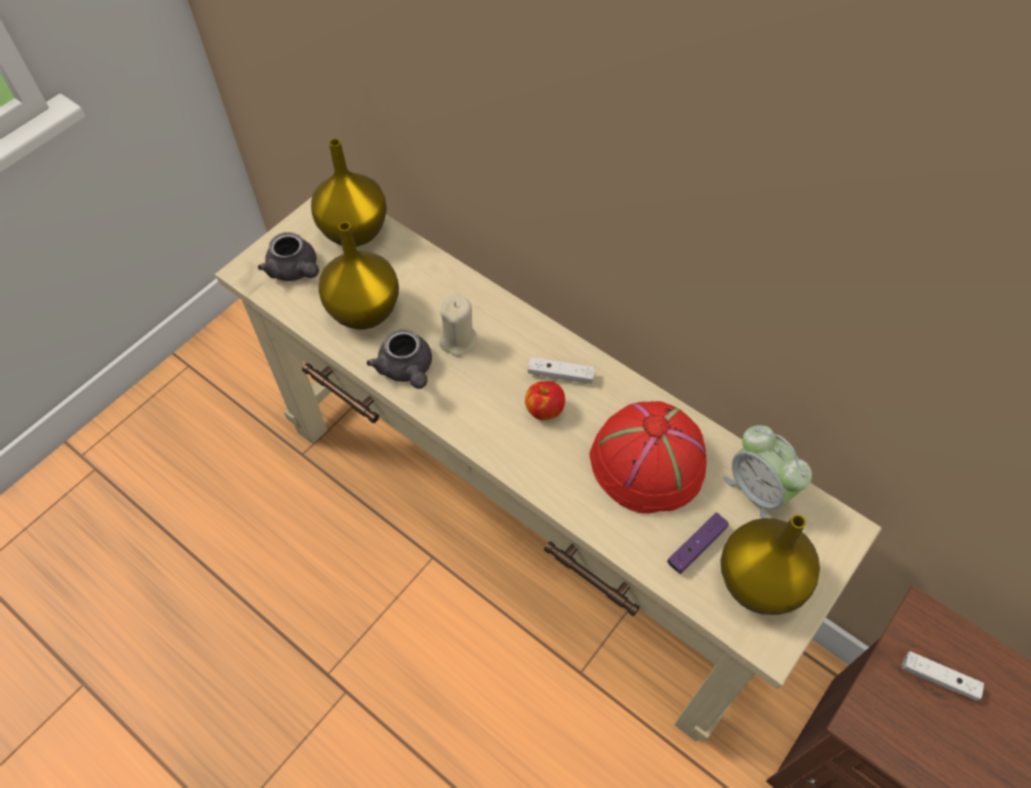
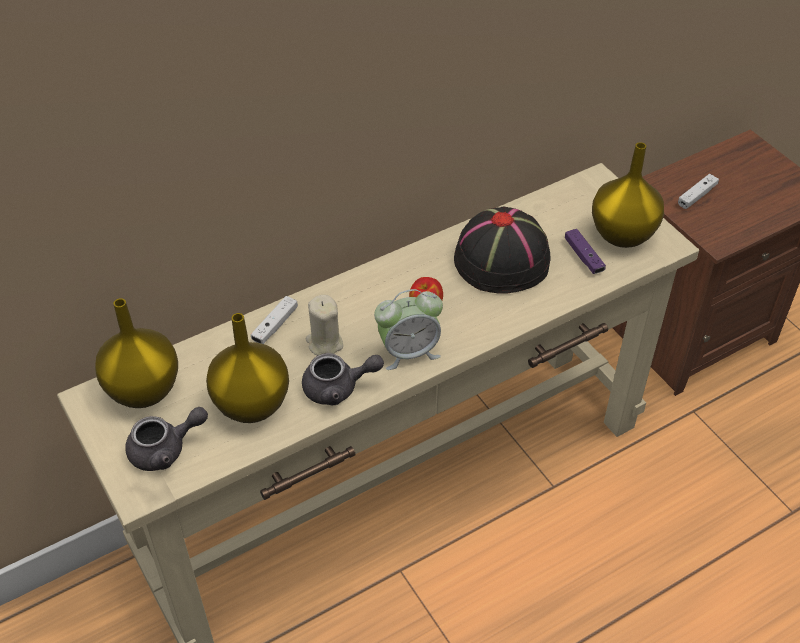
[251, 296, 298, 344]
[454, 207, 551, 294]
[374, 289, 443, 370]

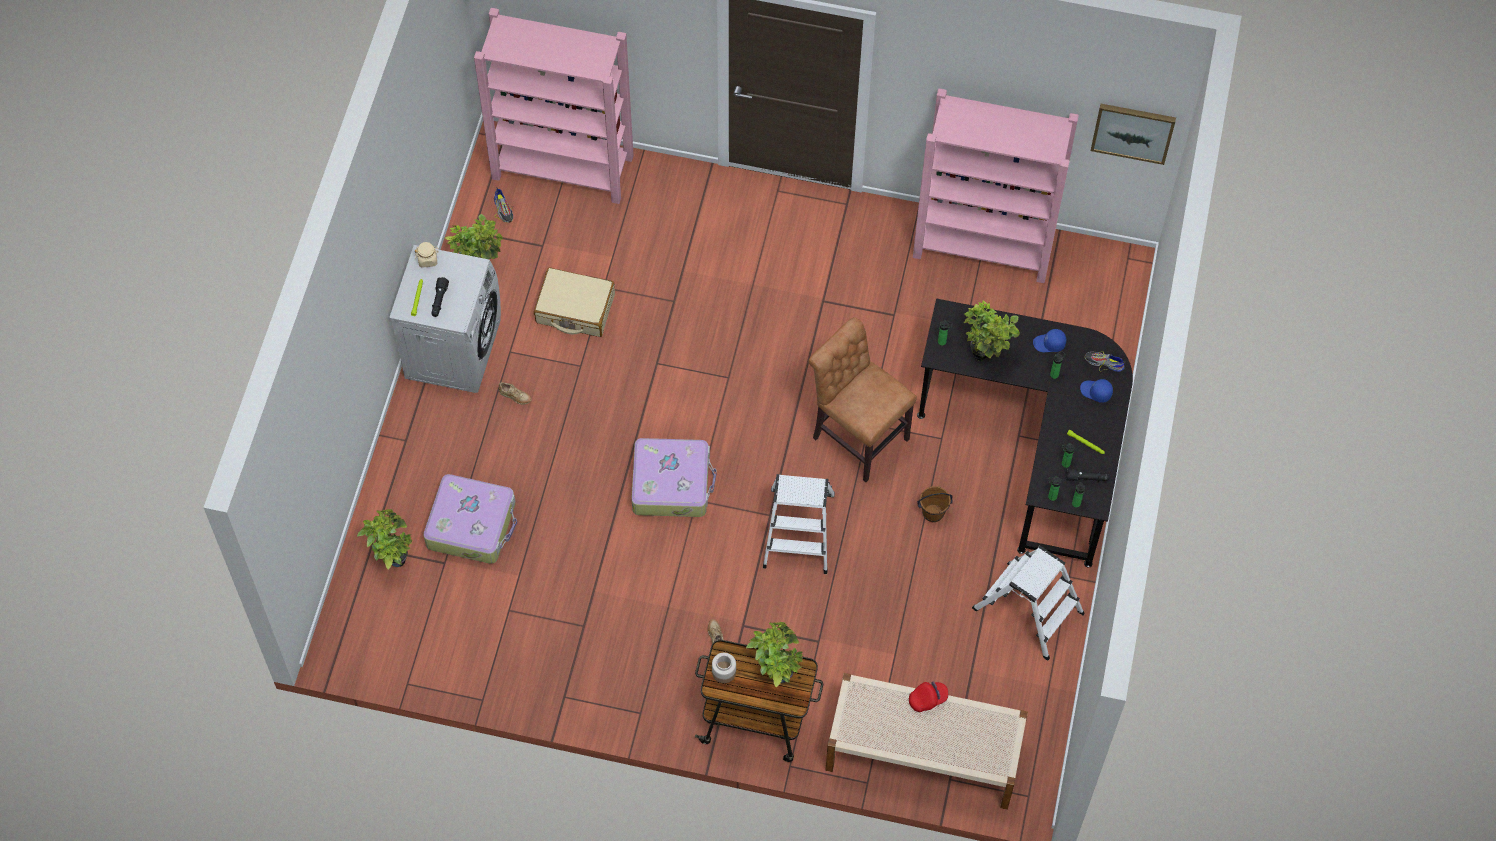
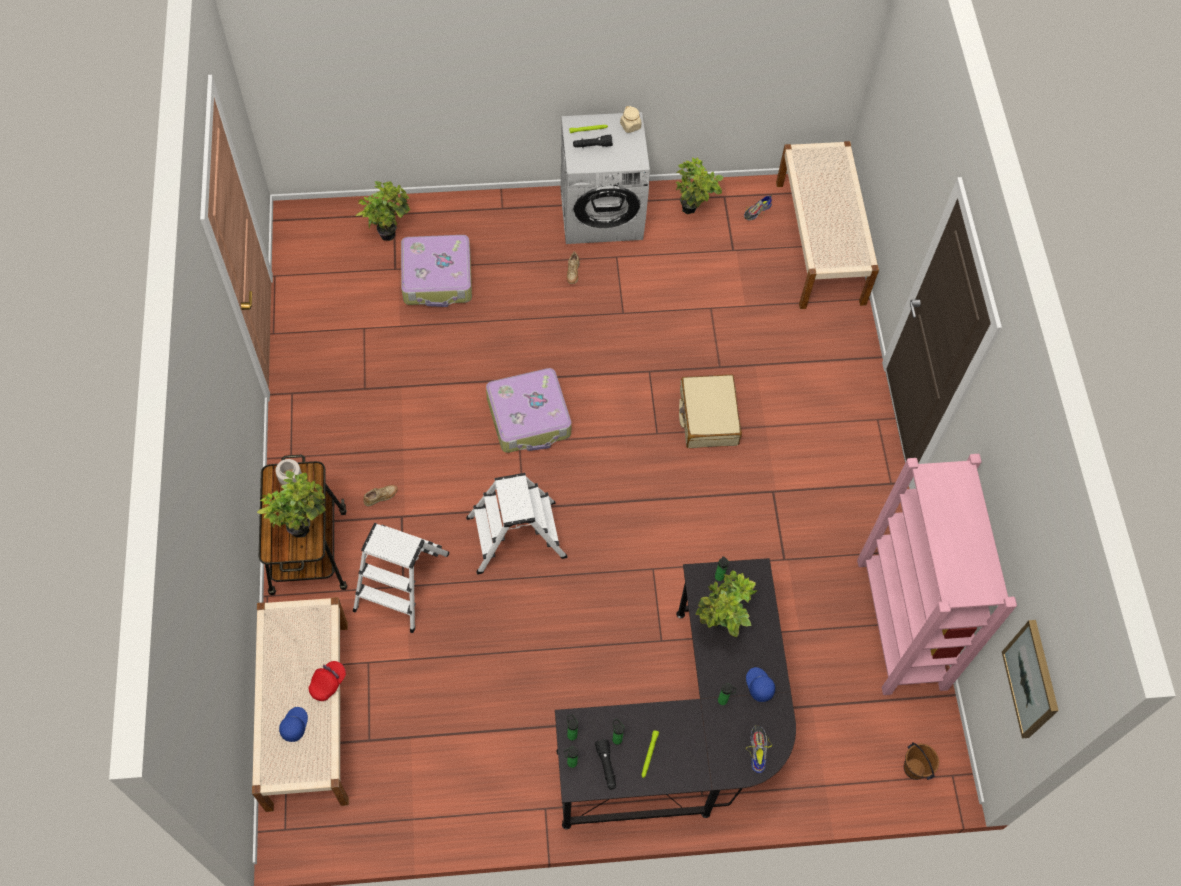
[776, 141, 879, 309]
[679, 374, 742, 448]
[808, 317, 917, 482] (first image)
[279, 707, 308, 742]
[904, 742, 939, 780]
[353, 523, 450, 633]
[309, 661, 346, 701]

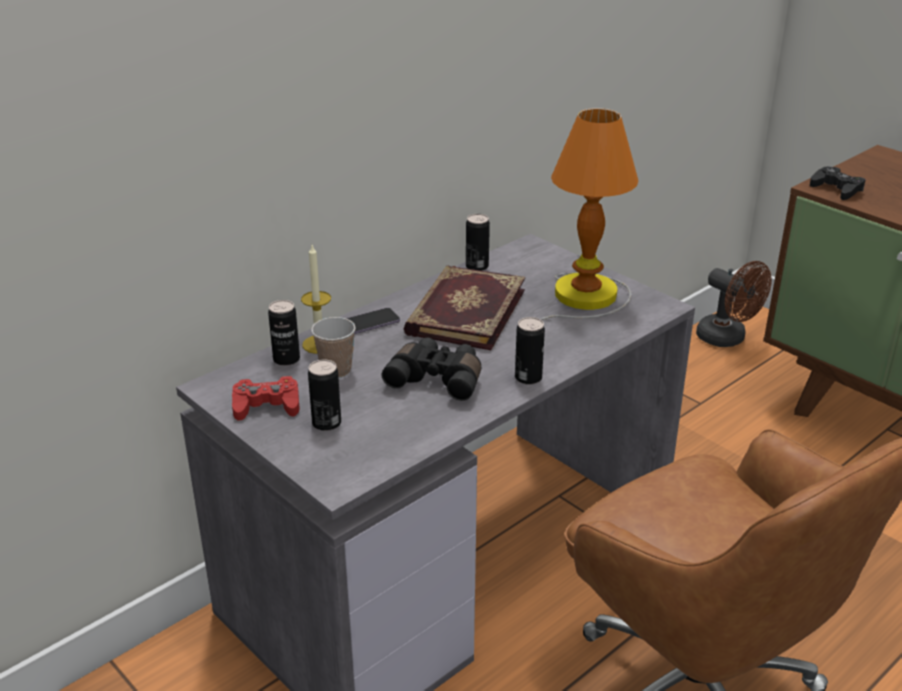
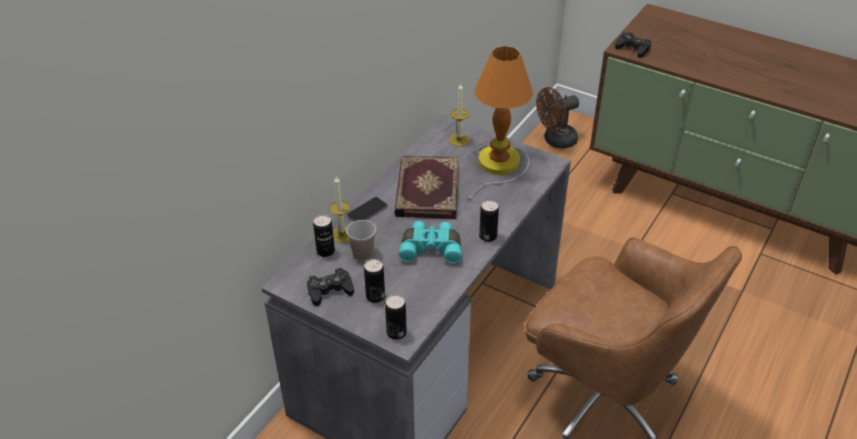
[385, 294, 407, 340]
[536, 87, 579, 149]
[399, 221, 462, 263]
[307, 268, 354, 306]
[449, 84, 470, 147]

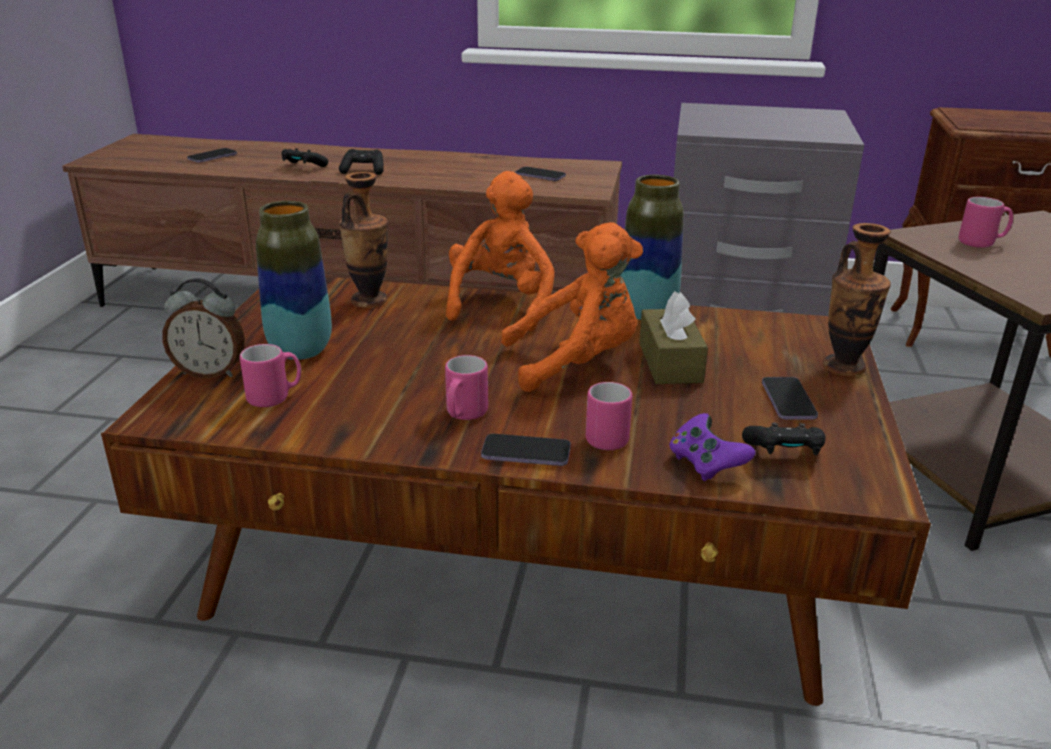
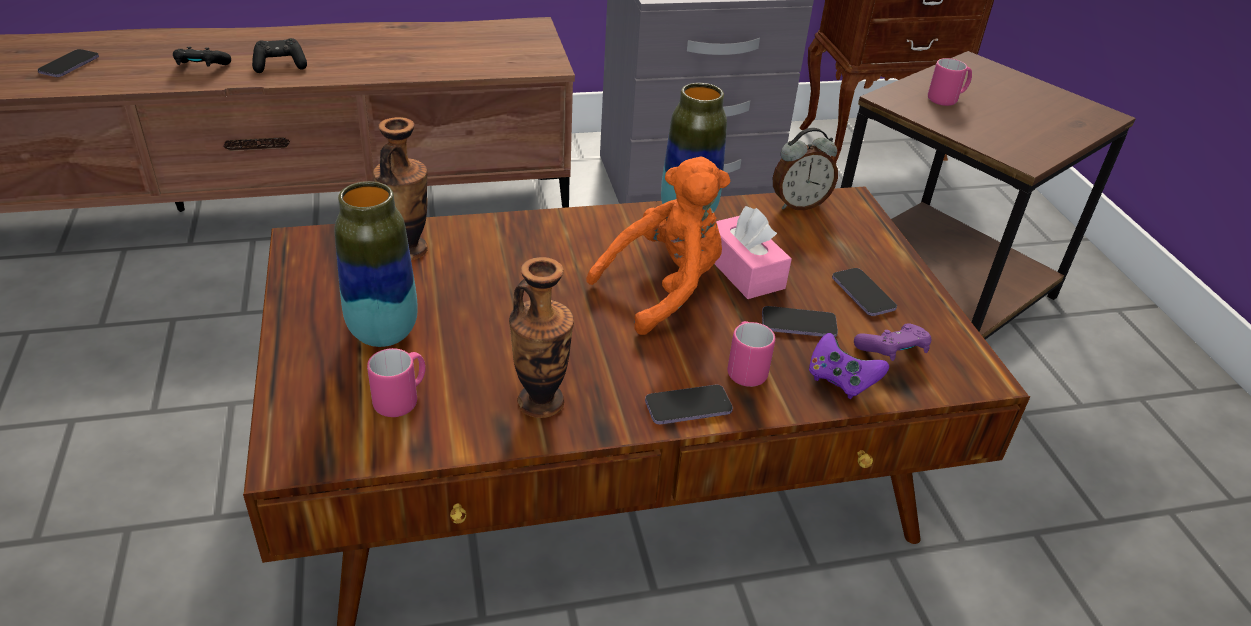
[762, 306, 838, 337]
[446, 171, 555, 331] (first image)
[509, 257, 574, 418]
[773, 128, 838, 210]
[714, 206, 792, 299]
[445, 355, 488, 420] (first image)
[854, 323, 931, 361]

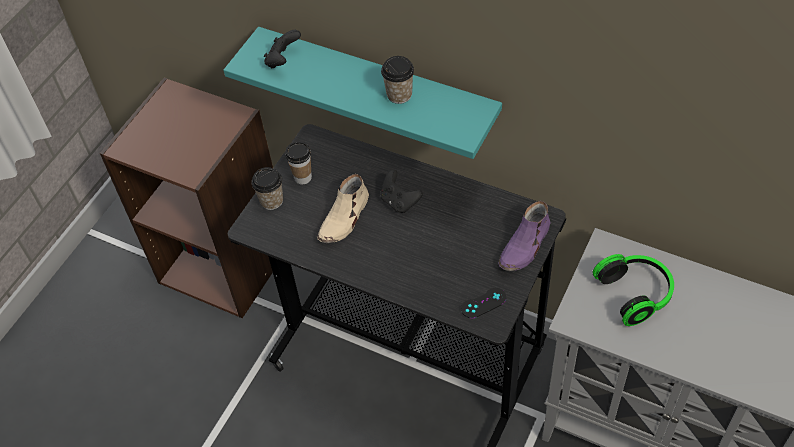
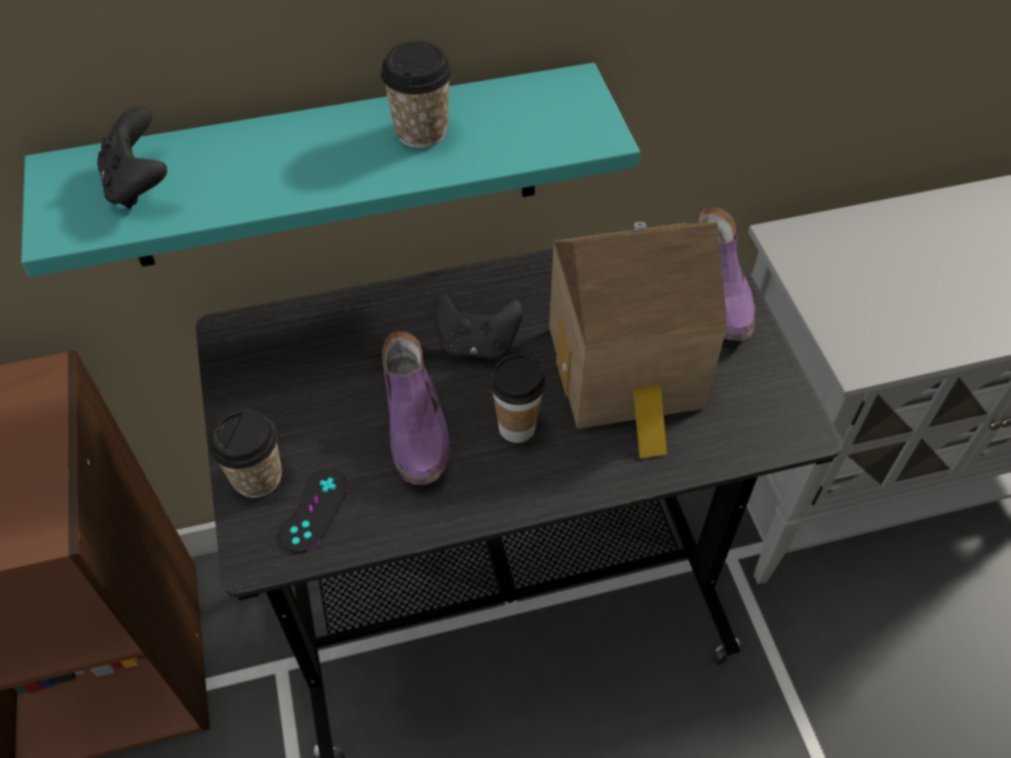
[490, 353, 546, 443]
[382, 331, 450, 485]
[592, 254, 674, 326] (first image)
[279, 469, 349, 553]
[549, 222, 728, 459]

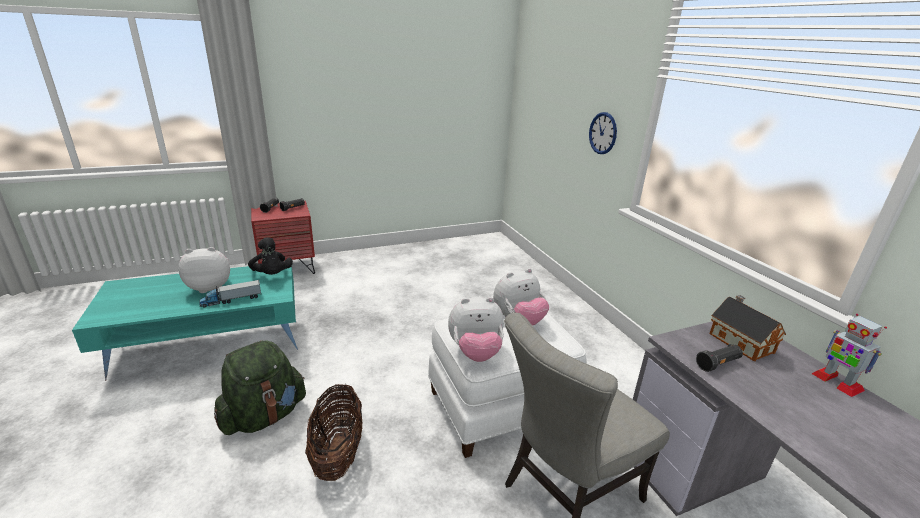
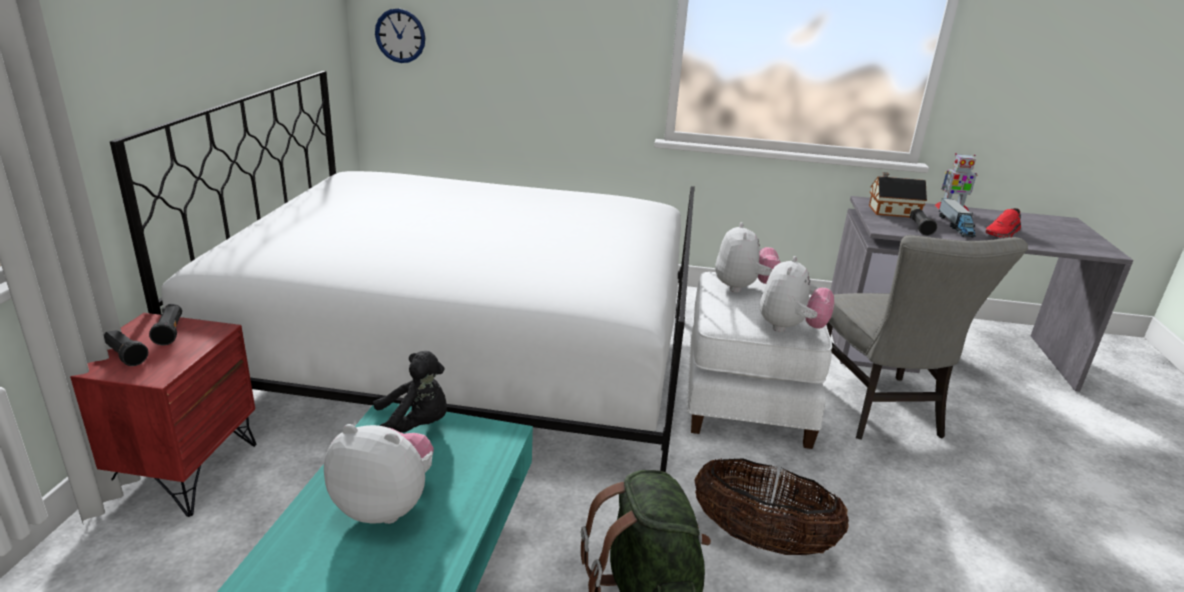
[375, 8, 425, 63]
[324, 424, 434, 524]
[939, 198, 976, 237]
[110, 71, 695, 472]
[985, 208, 1021, 238]

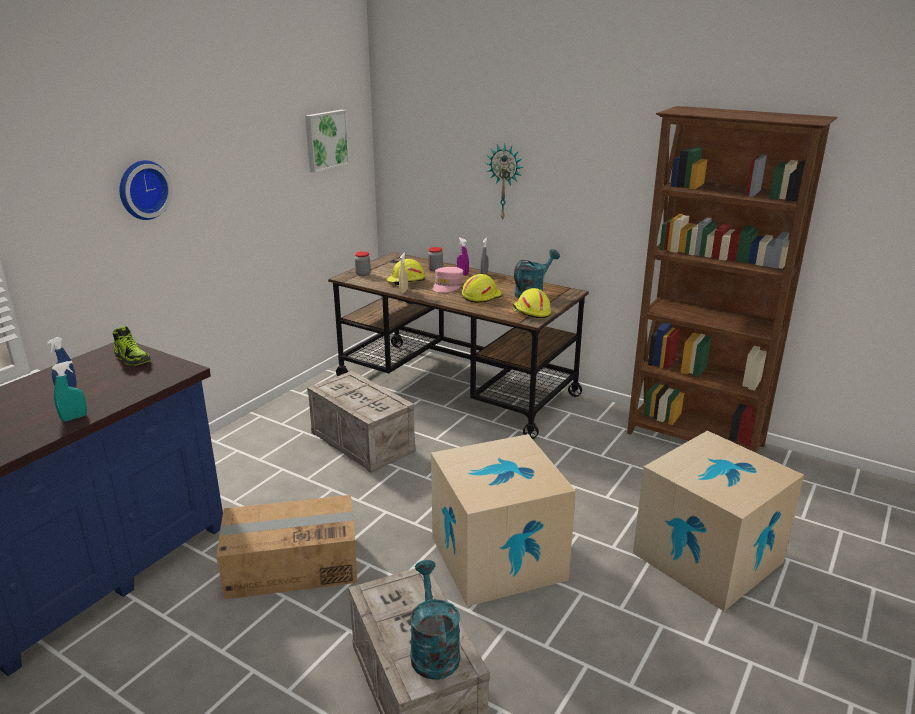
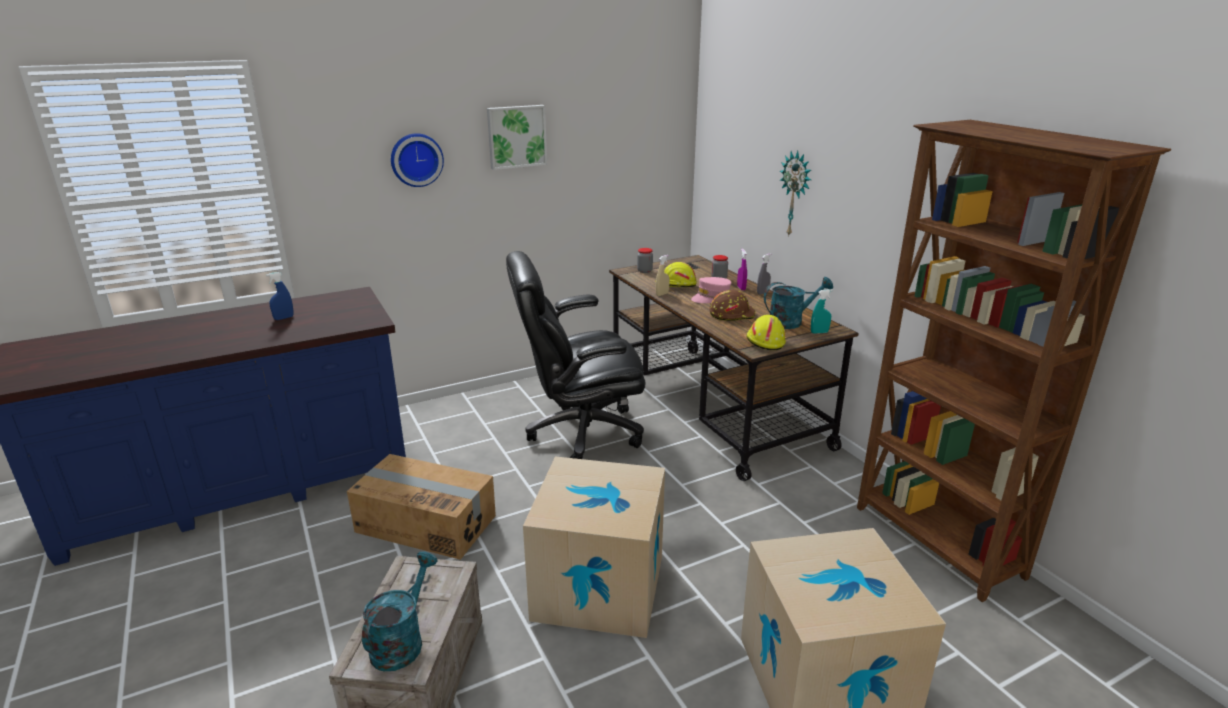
[487, 105, 547, 170]
[709, 290, 755, 321]
[113, 326, 151, 366] (first image)
[811, 289, 833, 333]
[506, 251, 646, 459]

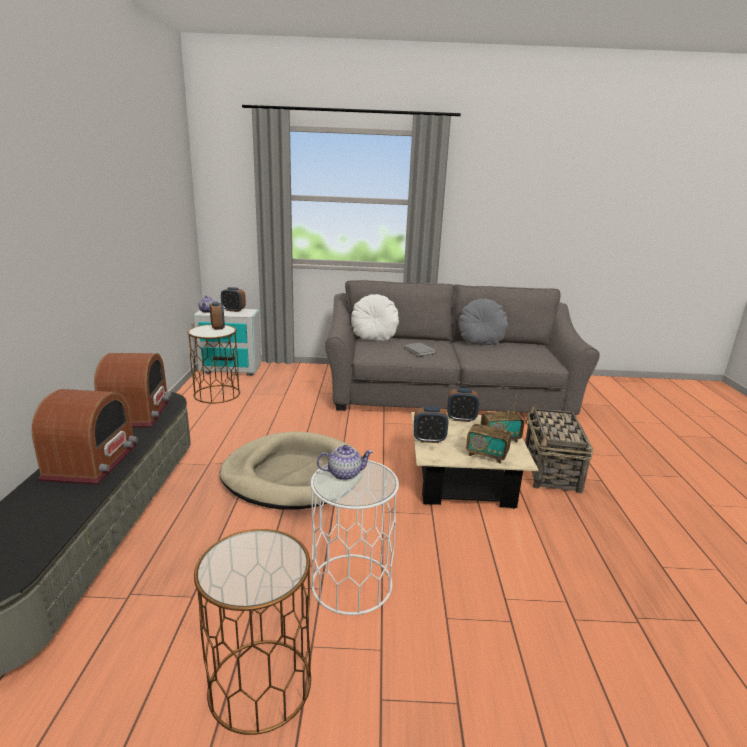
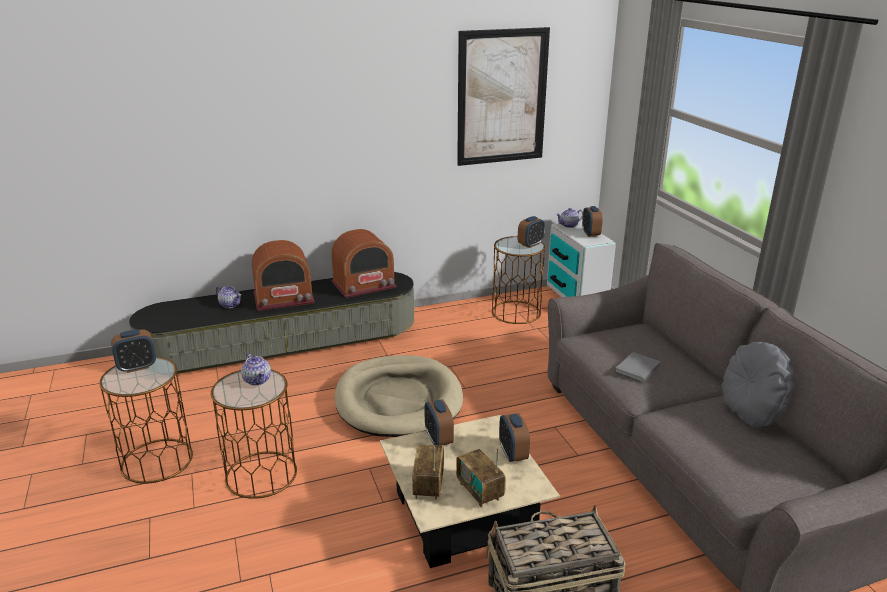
[351, 294, 399, 341] (first image)
[211, 370, 297, 499]
[457, 27, 550, 166]
[216, 286, 241, 308]
[111, 329, 156, 373]

